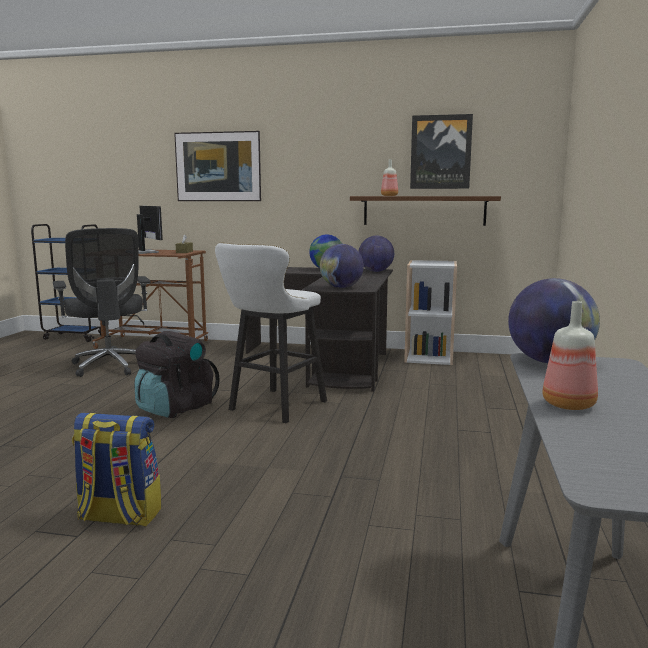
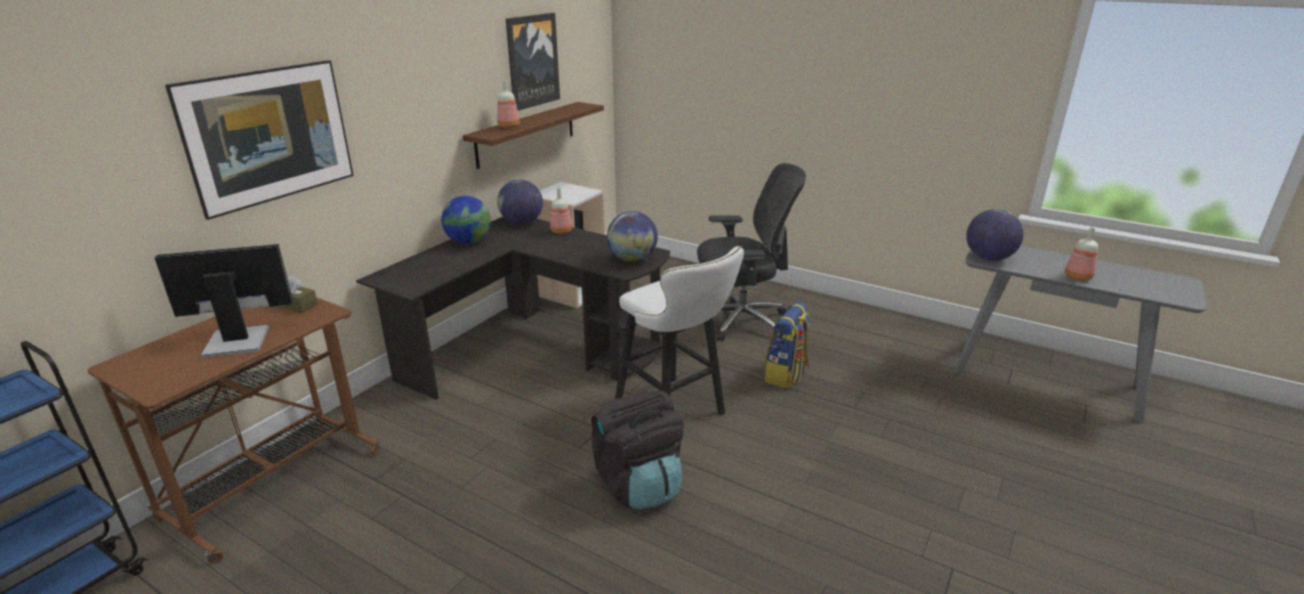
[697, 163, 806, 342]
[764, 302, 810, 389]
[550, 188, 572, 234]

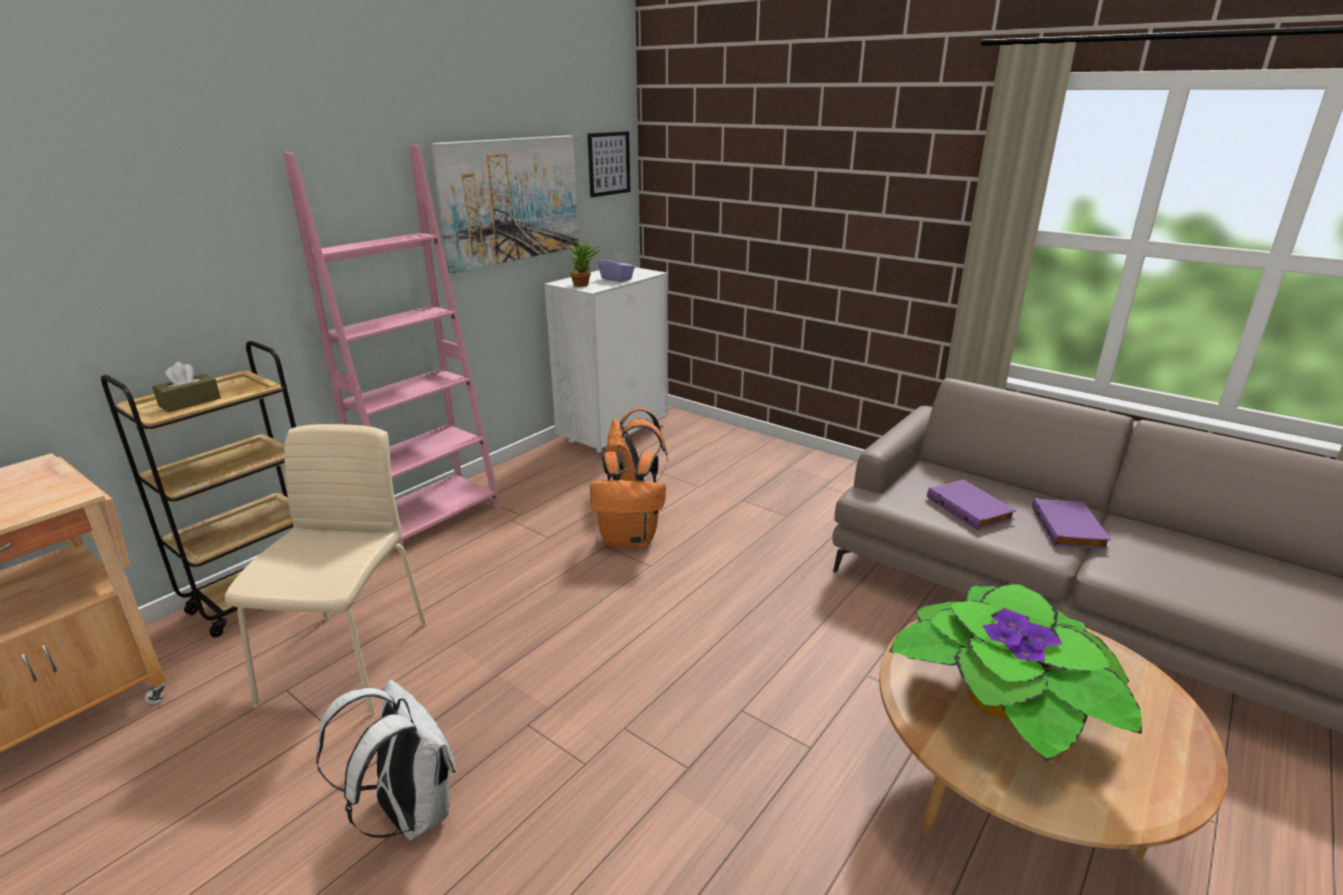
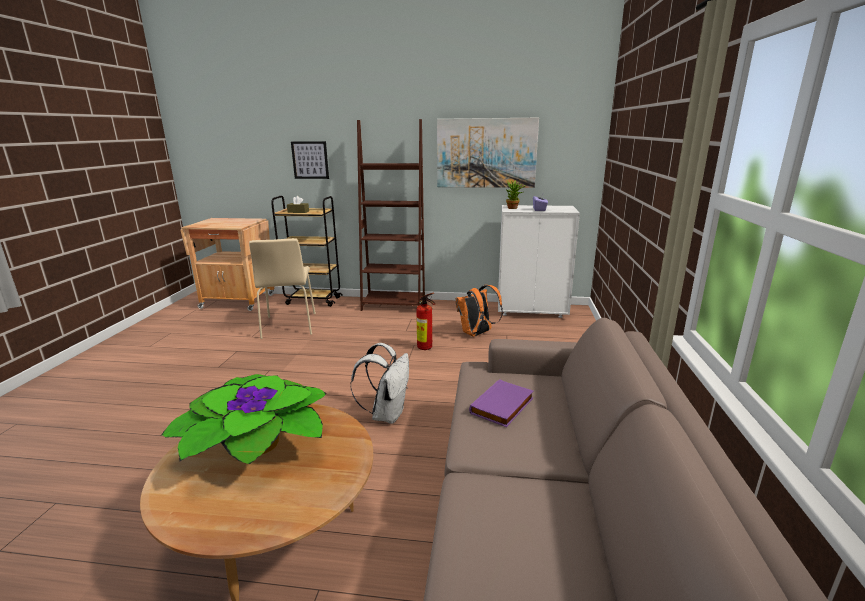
[291, 141, 329, 179]
[357, 119, 425, 311]
[249, 238, 316, 339]
[416, 293, 435, 350]
[1032, 498, 1111, 549] (first image)
[350, 343, 409, 424]

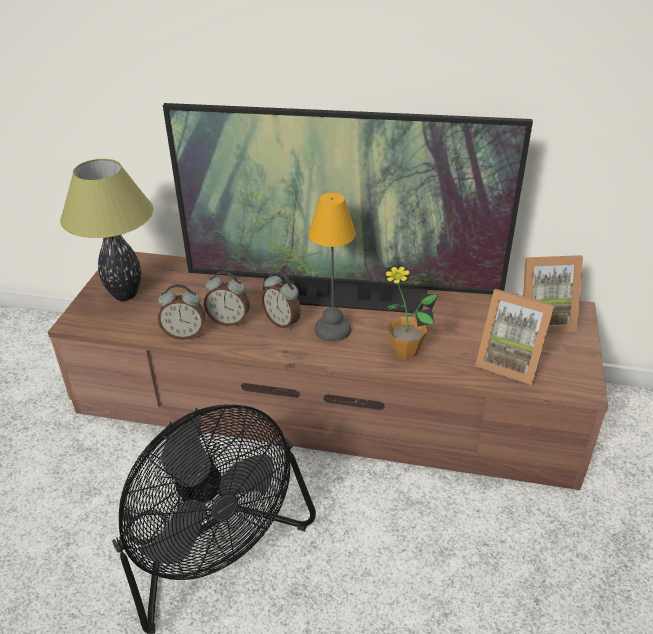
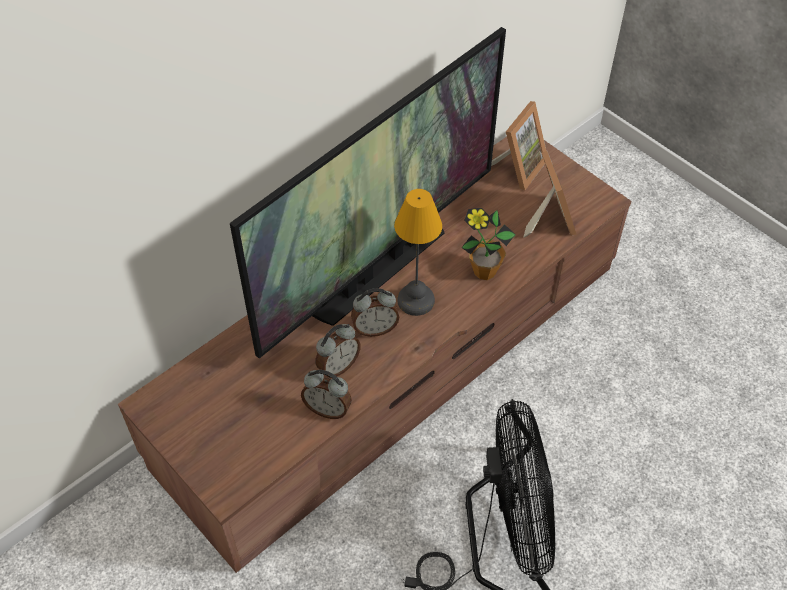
[60, 159, 153, 301] (first image)
[301, 370, 352, 419]
[524, 151, 576, 237]

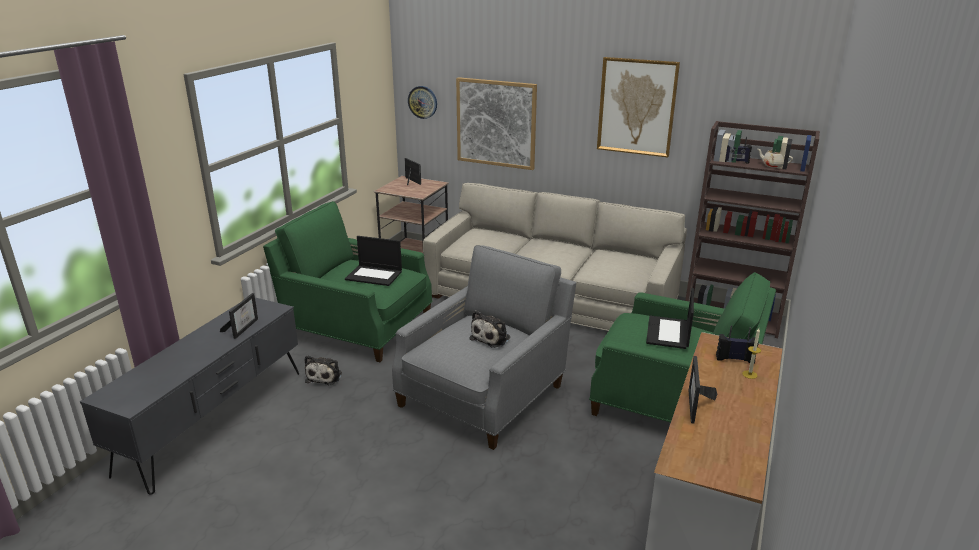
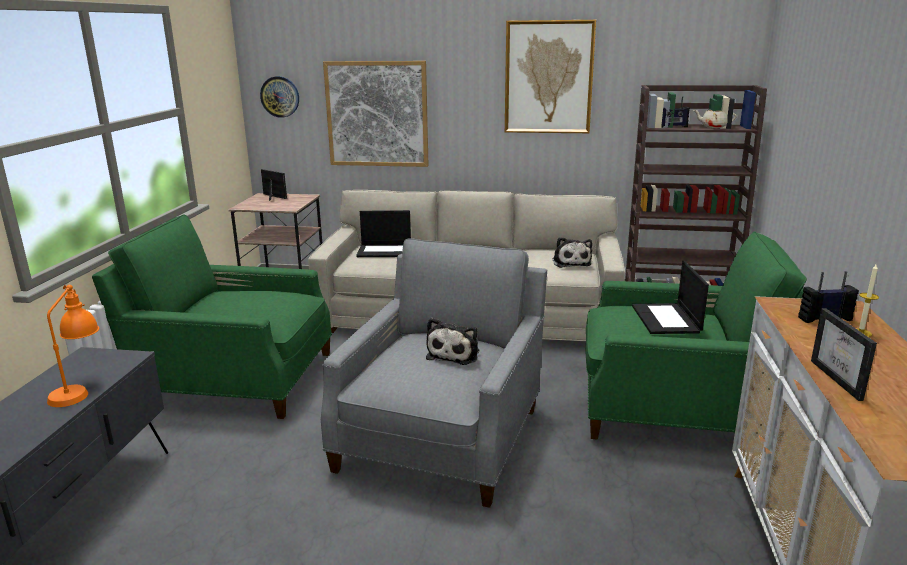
[356, 210, 411, 257]
[47, 285, 99, 407]
[552, 237, 592, 268]

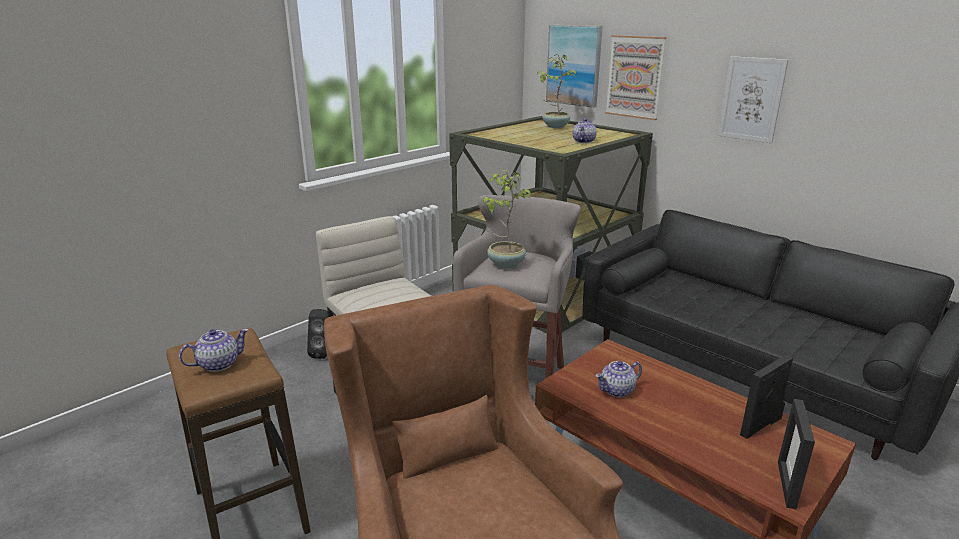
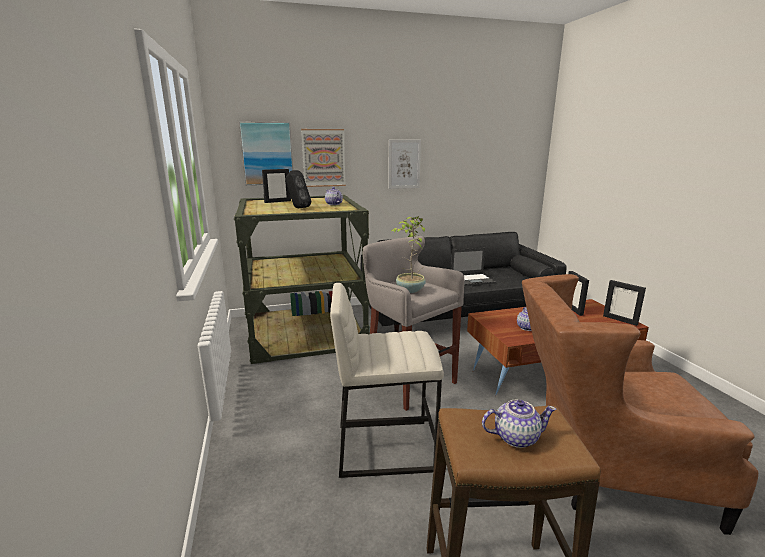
[262, 169, 291, 203]
[285, 170, 311, 208]
[482, 399, 556, 448]
[451, 248, 496, 286]

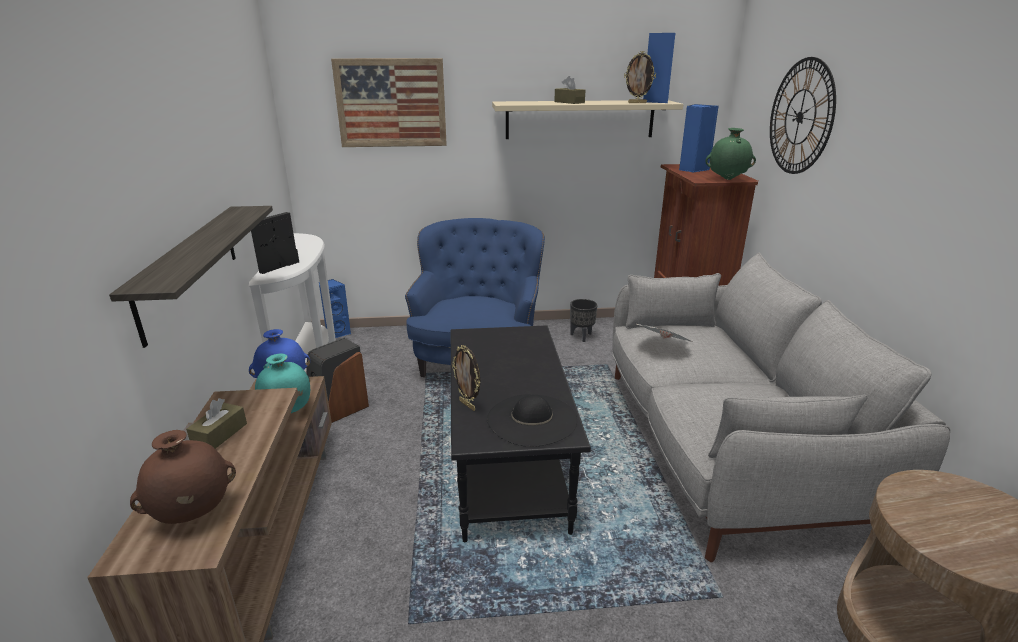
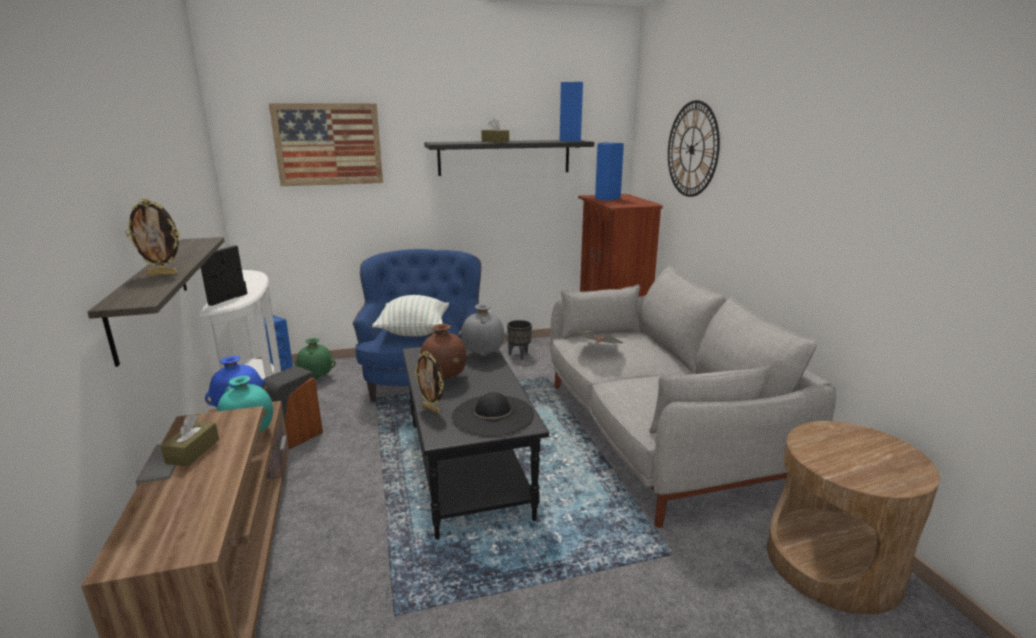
[125, 198, 180, 275]
[424, 140, 594, 176]
[294, 338, 336, 379]
[420, 324, 466, 380]
[372, 295, 449, 336]
[458, 304, 509, 356]

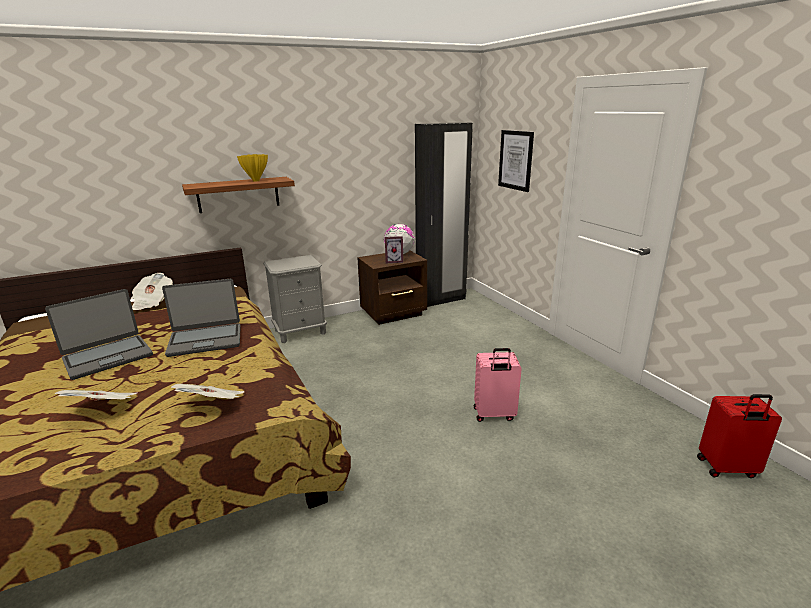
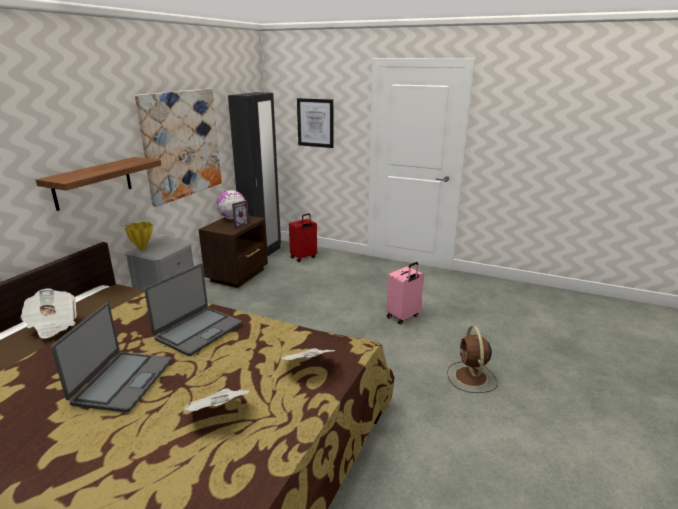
[125, 222, 153, 250]
[289, 213, 317, 262]
[135, 89, 222, 207]
[447, 326, 498, 393]

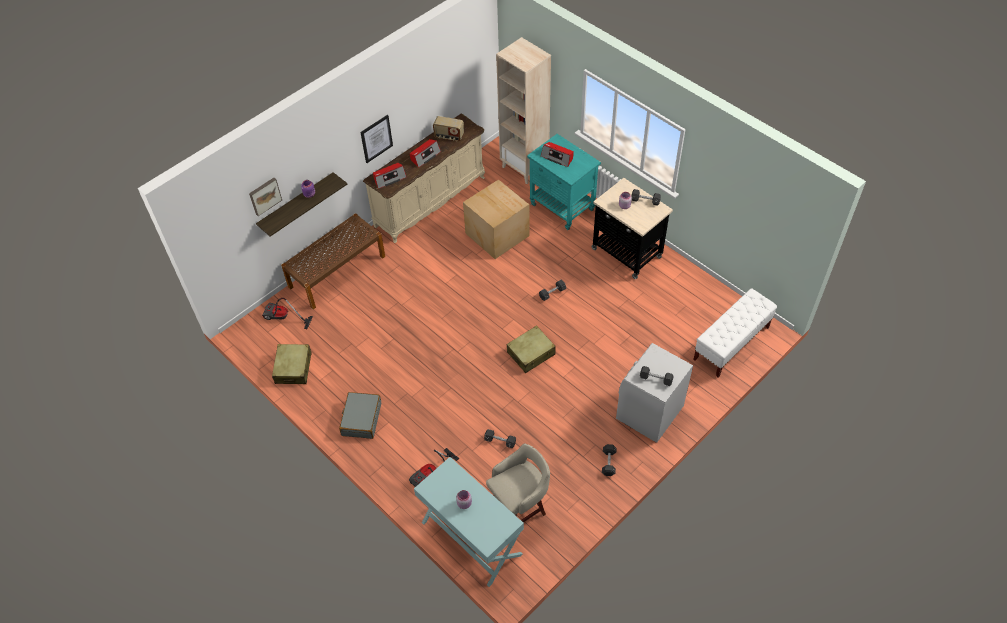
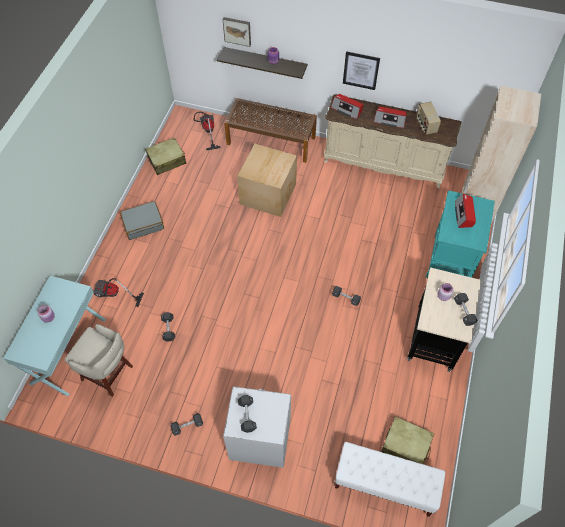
[237, 144, 297, 217]
[381, 416, 435, 464]

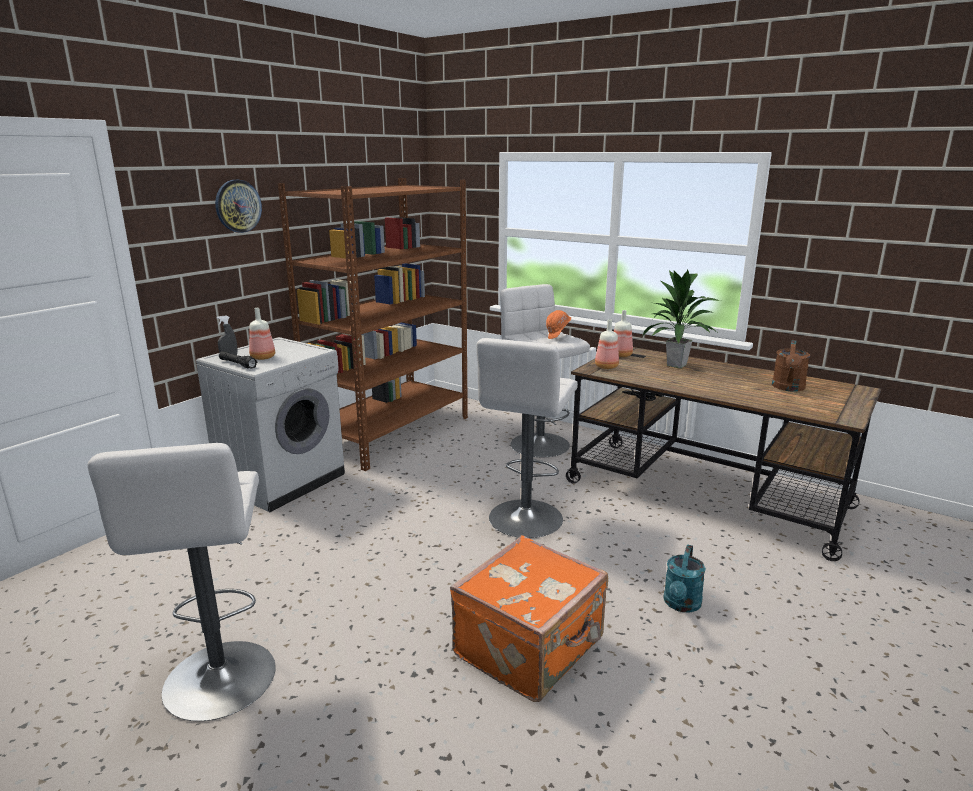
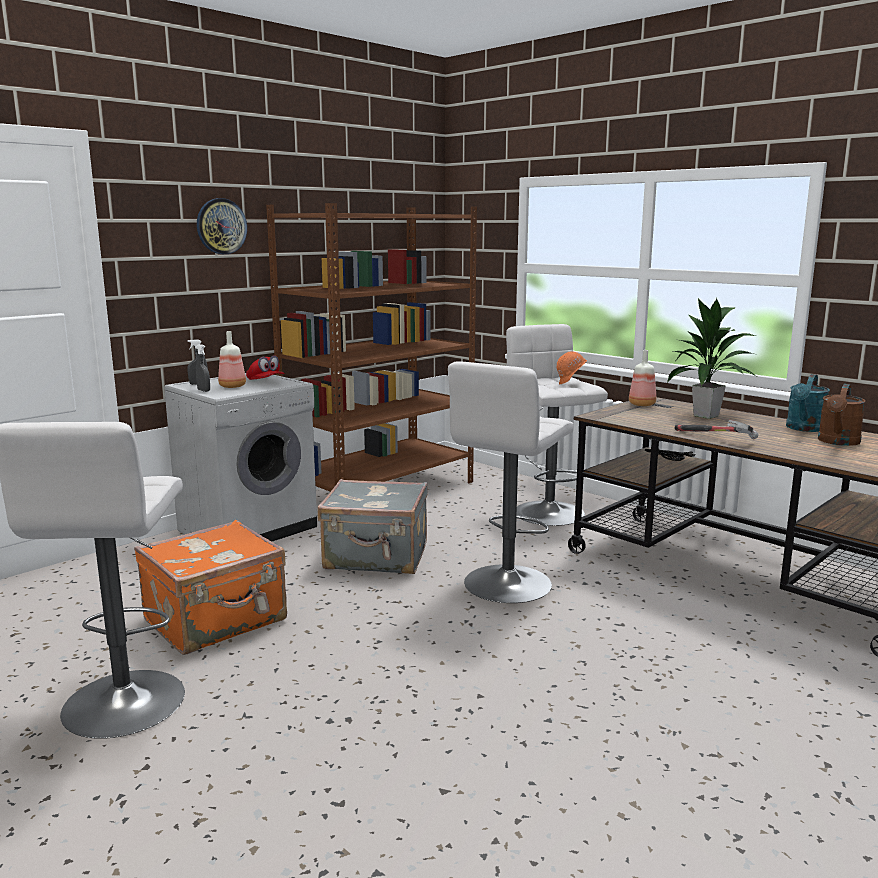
[595, 319, 619, 369] (first image)
[196, 344, 210, 392]
[134, 520, 287, 655]
[786, 374, 830, 432]
[246, 355, 285, 380]
[675, 420, 758, 439]
[318, 479, 428, 574]

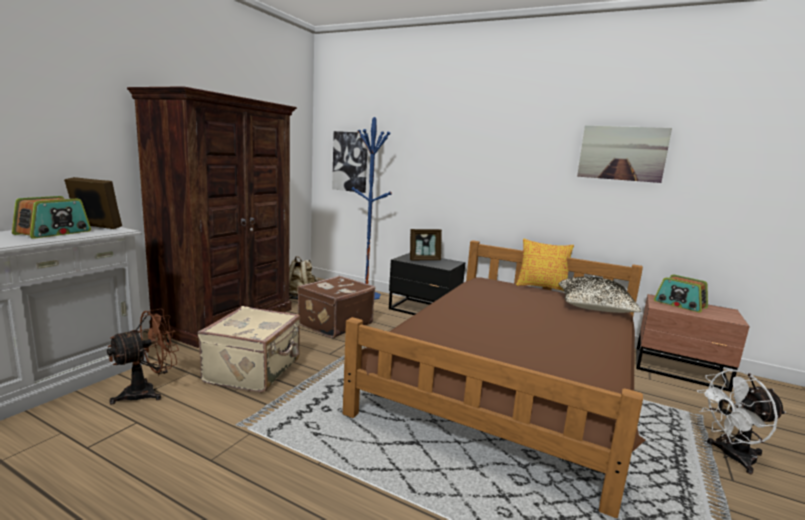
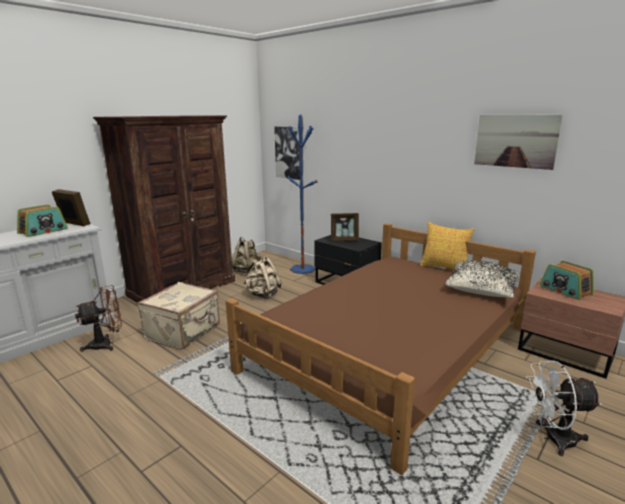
[244, 256, 282, 299]

